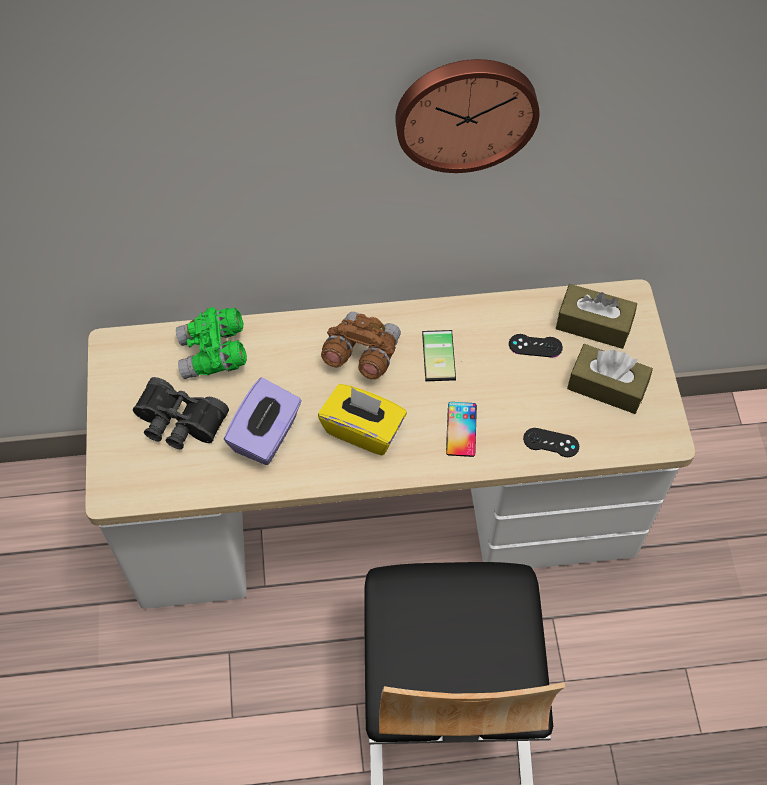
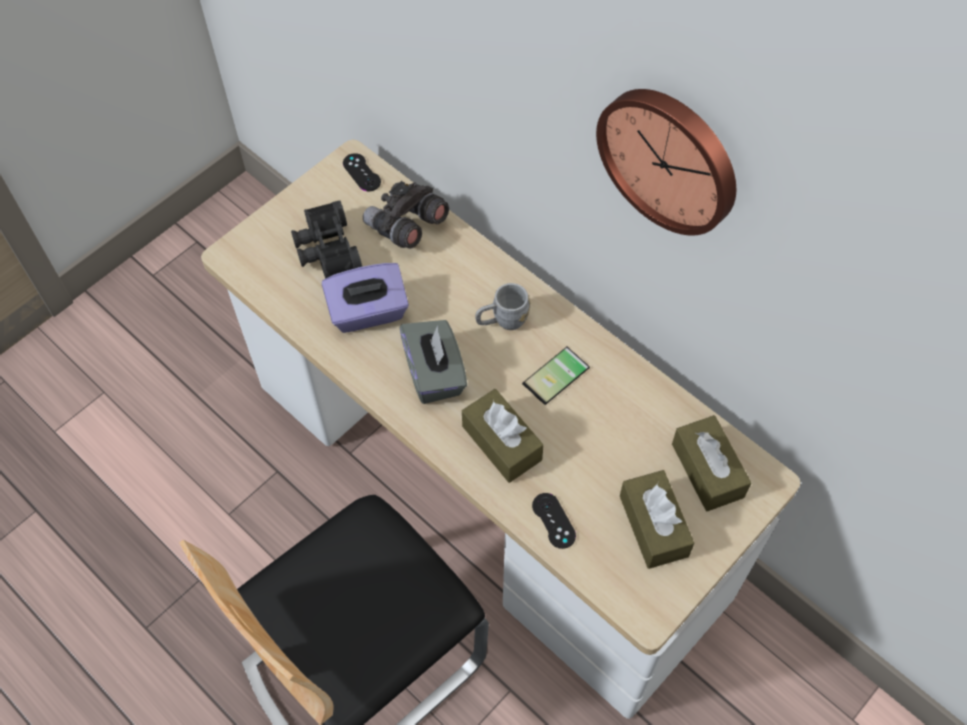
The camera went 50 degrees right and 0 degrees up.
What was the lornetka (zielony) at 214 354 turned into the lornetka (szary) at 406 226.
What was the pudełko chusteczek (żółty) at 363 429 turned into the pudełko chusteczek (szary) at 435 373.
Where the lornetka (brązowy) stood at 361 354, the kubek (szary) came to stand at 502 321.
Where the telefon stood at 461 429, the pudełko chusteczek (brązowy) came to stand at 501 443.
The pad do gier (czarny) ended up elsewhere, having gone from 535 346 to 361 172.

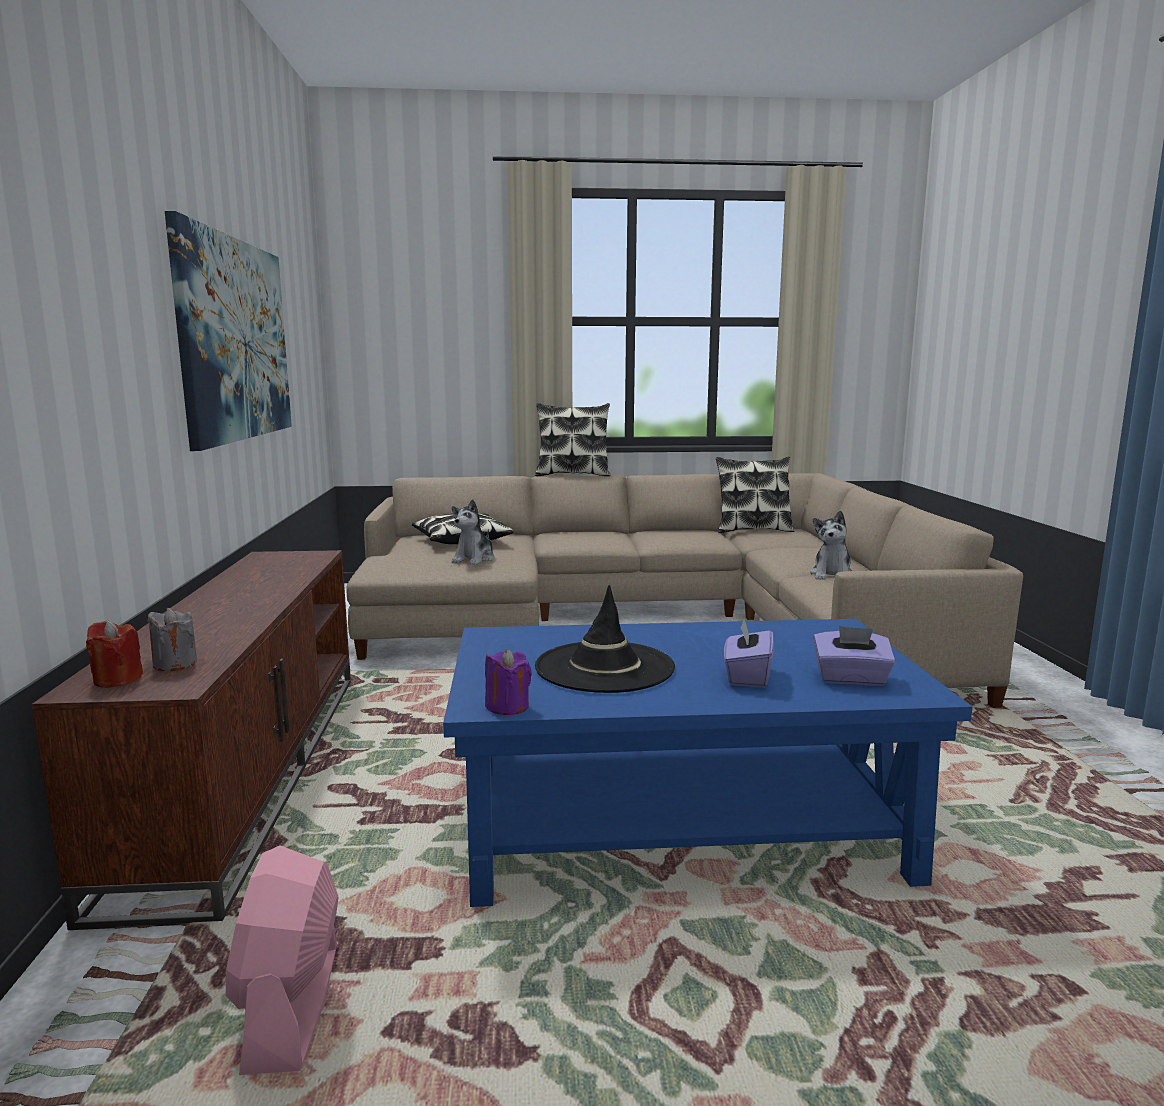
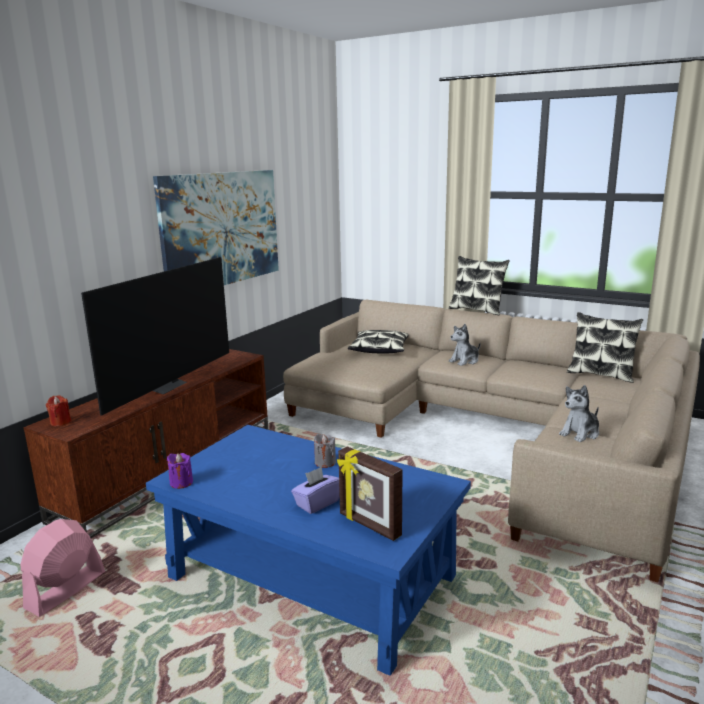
The camera went 35 degrees right and 5 degrees up.
The świeca (szary) ended up elsewhere, having gone from 175 664 to 325 462.
The pluszak ended up elsewhere, having gone from 474 559 to 465 361.
The second view lost the kapelusz (czarny) at 604 667.
Where the pudełko chusteczek (fioletowy) stood at 851 679, the ramka na zdjęcie came to stand at 369 525.
The second view gained the telewizor at 166 386.

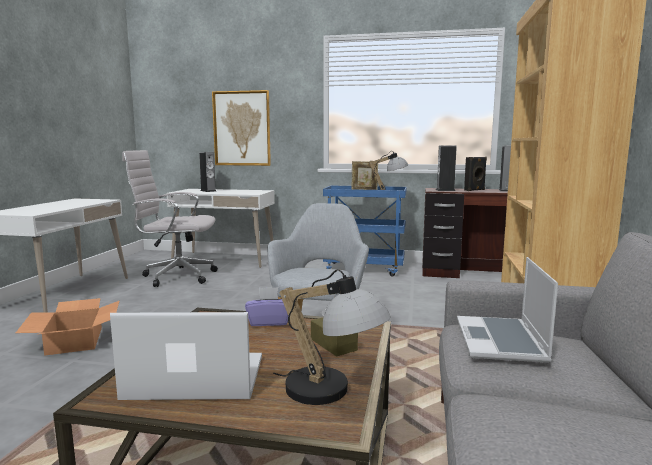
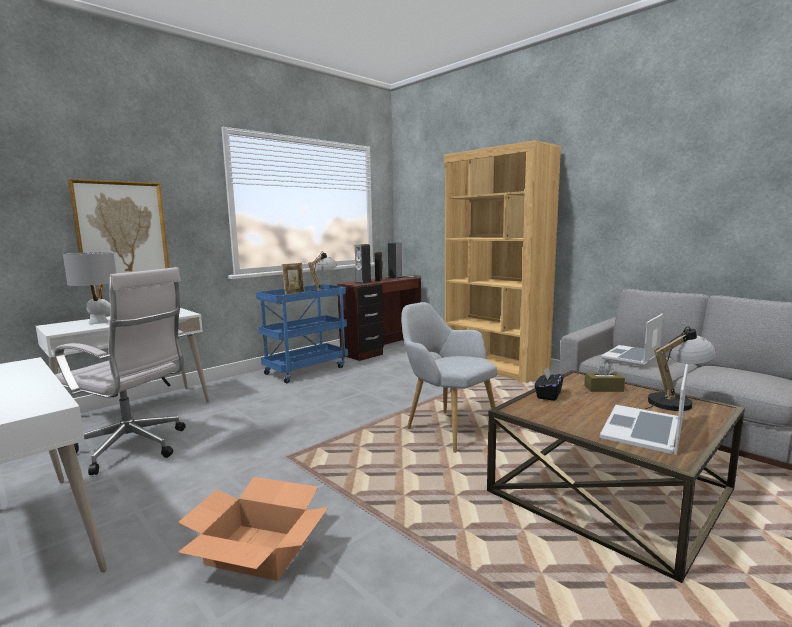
The camera went 55 degrees left and 0 degrees up.
The krzesło biurowe (biały) at 176 276 ended up facing another way, 105 degrees counterclockwise from before.
Where the głośnik stood at 208 191, the lampa stołowa (szary) came to stand at 98 322.
What was the pudełko chusteczek (fioletowy) at 269 322 turned into the pudełko chusteczek (czarny) at 548 395.
The laptop at 501 341 ended up facing another way, 90 degrees clockwise from before.

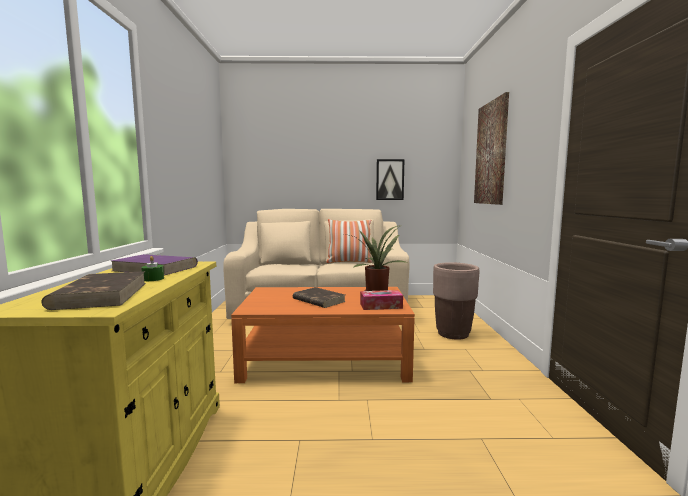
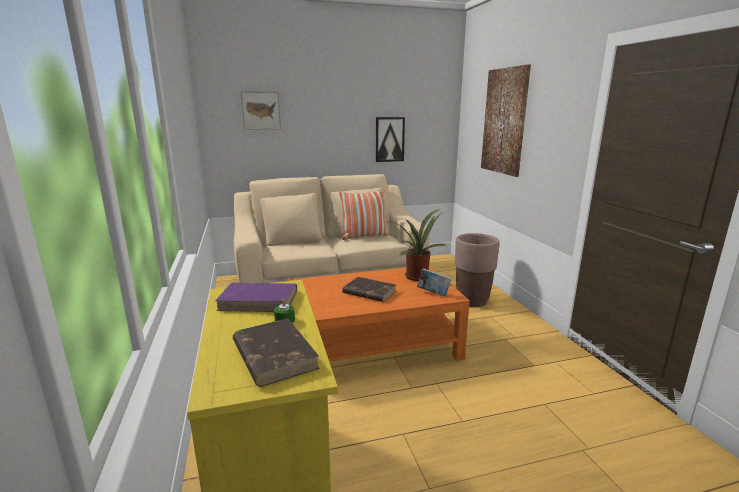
The camera went 15 degrees left and 10 degrees up.
Where the pudełko chusteczek stood at 381 306, the książka came to stand at 433 293.
The second view gained the obraz at 261 110.

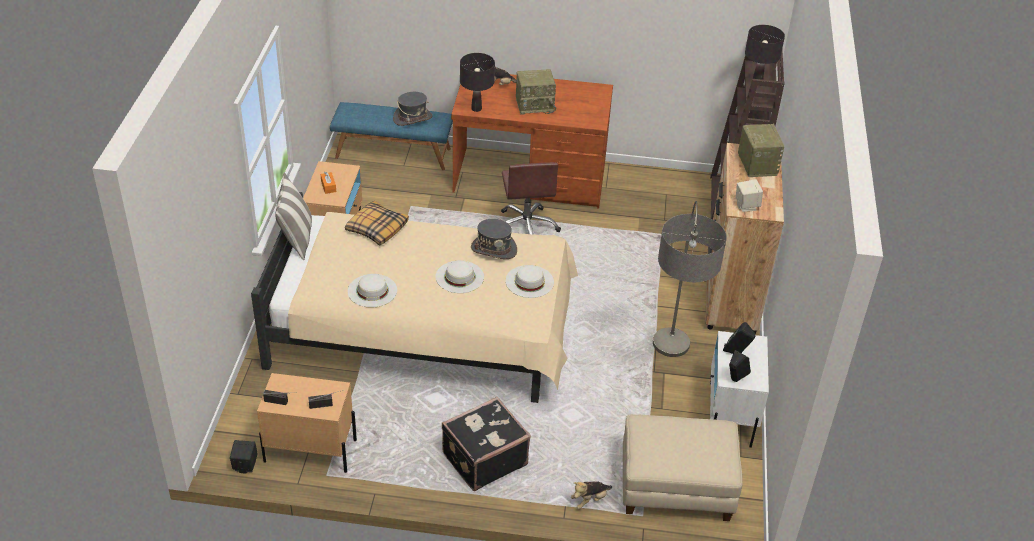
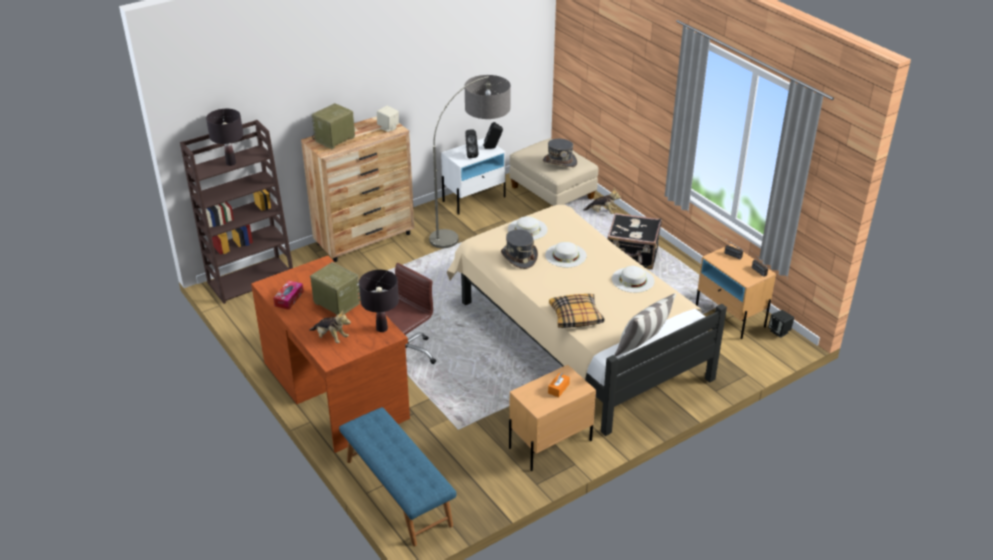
The camera went 130 degrees left and 5 degrees down.
The kapelusz (szary) ended up elsewhere, having gone from 412 118 to 560 161.
The second view gained the pudełko chusteczek at 289 299.

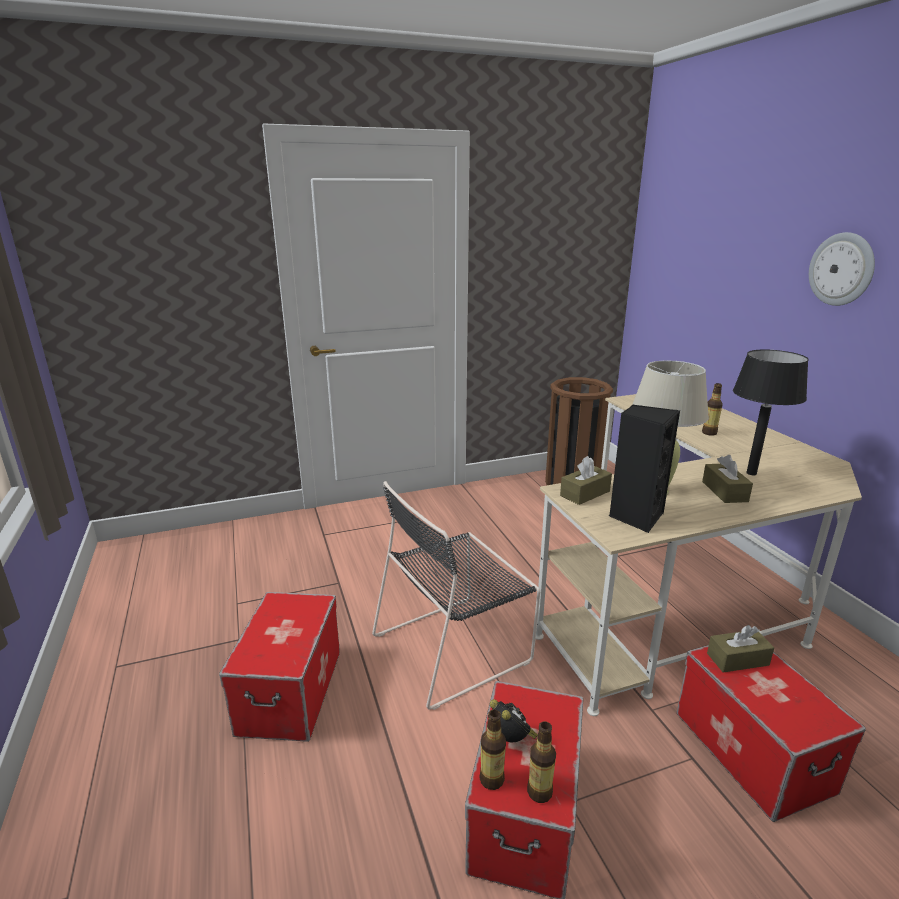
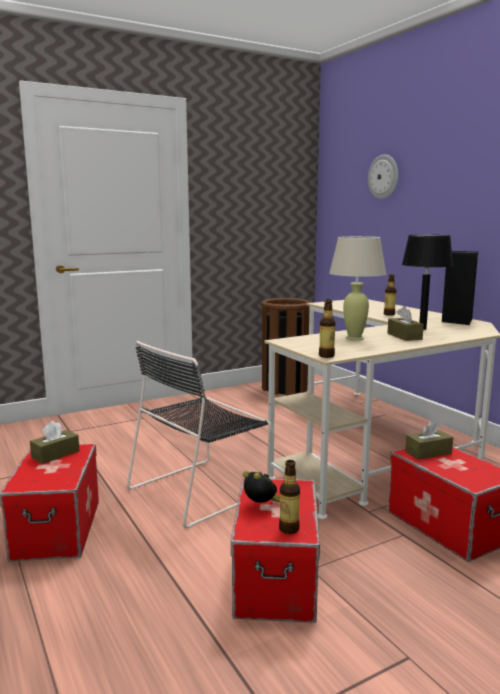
The camera went 10 degrees left and 10 degrees down.
The butelka ended up elsewhere, having gone from 492 779 to 326 356.
The pudełko chusteczek (brązowy) ended up elsewhere, having gone from 585 493 to 55 454.
The głośnik (czarny) ended up elsewhere, having gone from 635 516 to 457 321.
The zegar ścienny ended up elsewhere, having gone from 842 269 to 383 177.

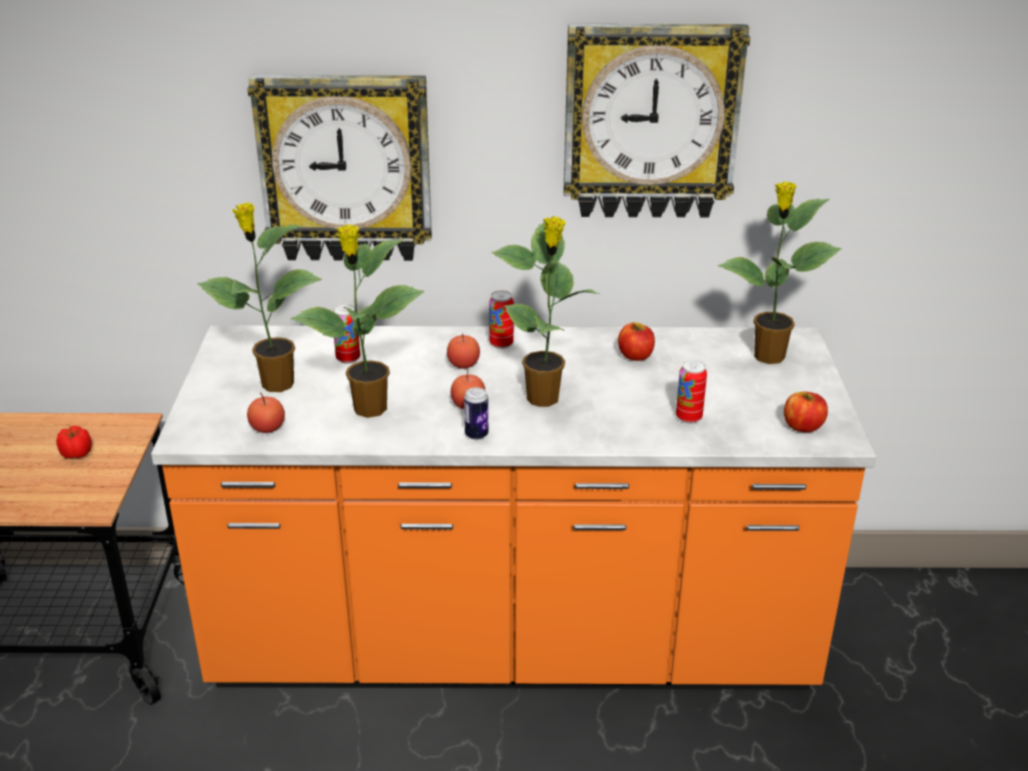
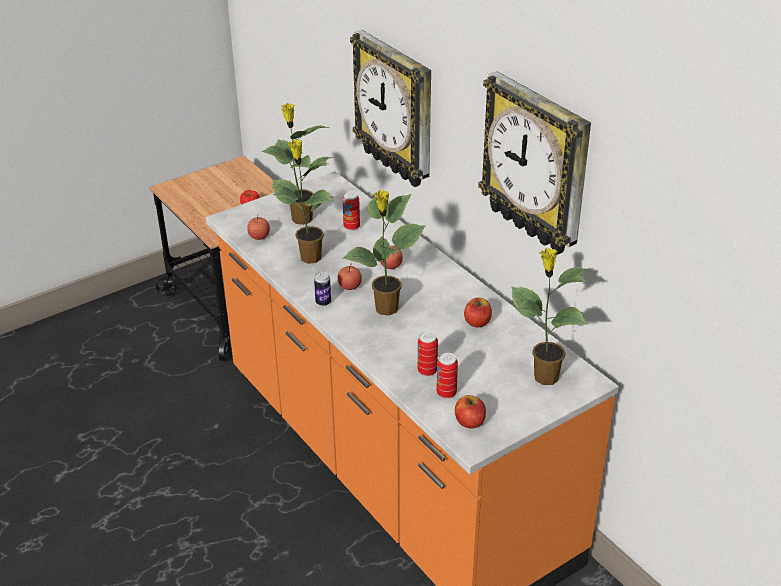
The camera went 55 degrees right and 5 degrees up.
The puszka ended up elsewhere, having gone from 501 344 to 446 393.

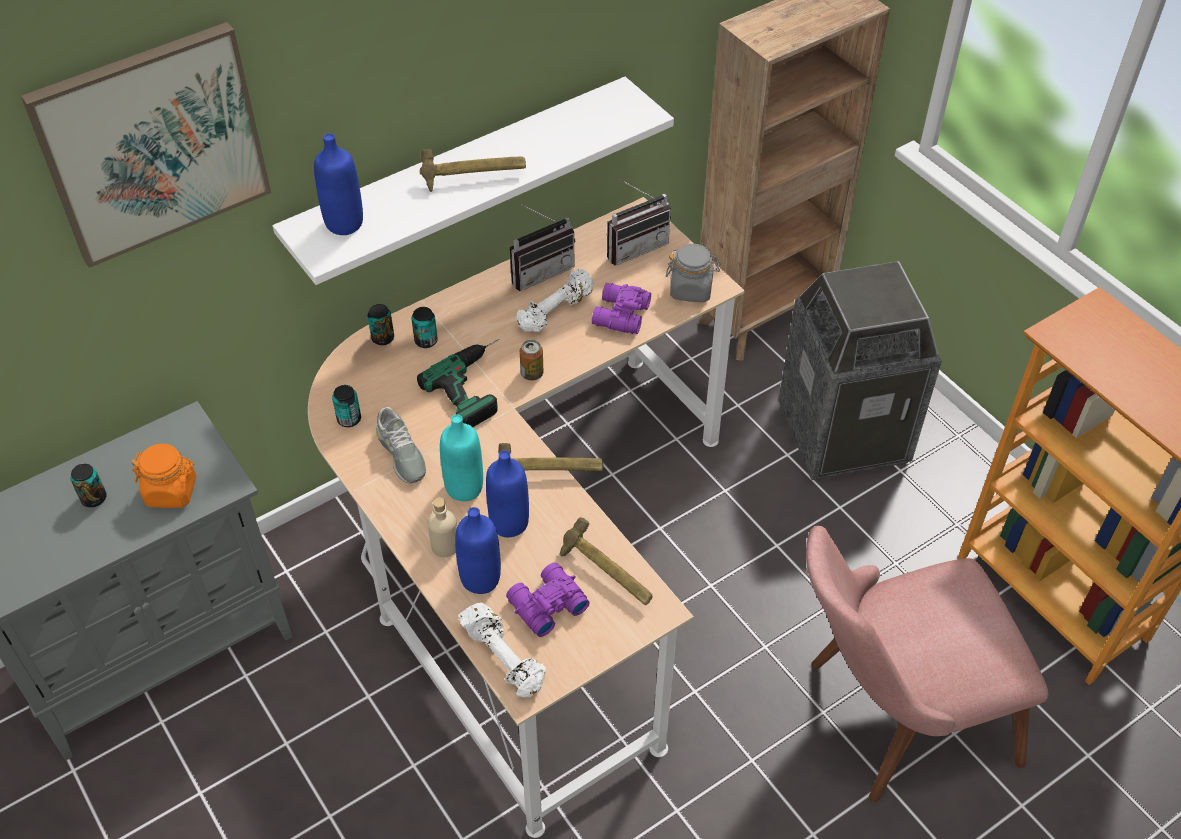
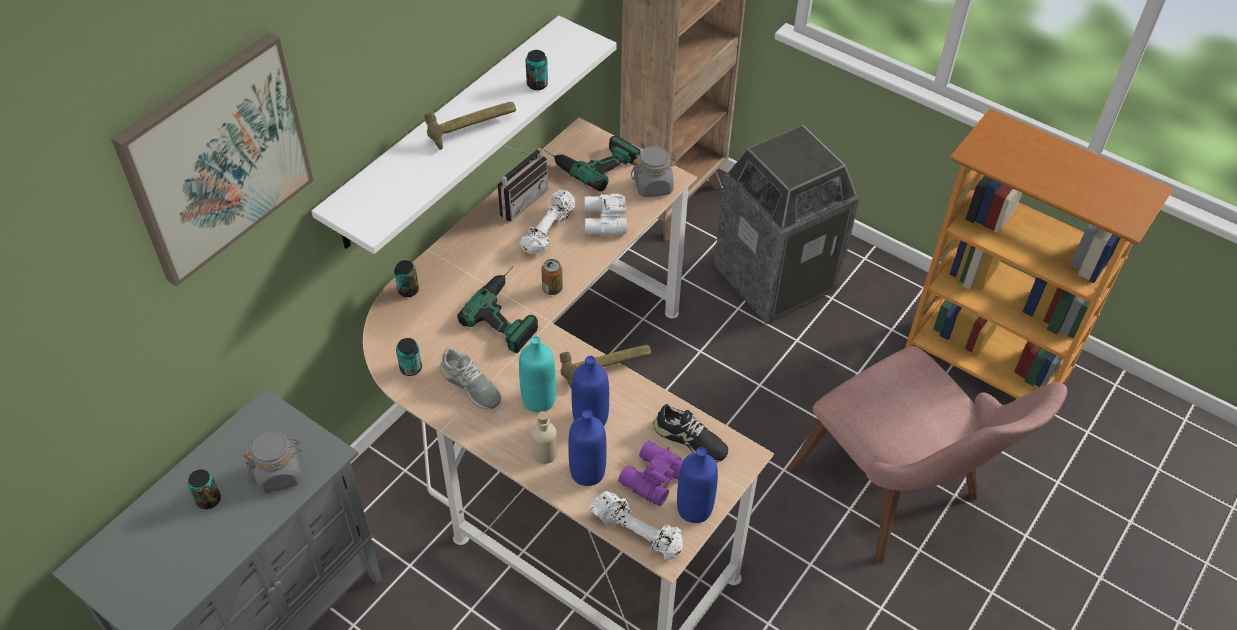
The camera went 20 degrees left and 0 degrees up.
What was the słoik (pomarańczowy) at 171 491 turned into the słoik (szary) at 279 474.
The butelka (niebieski) ended up elsewhere, having gone from 344 223 to 694 509.
The puszka ended up elsewhere, having gone from 426 341 to 537 84.
Where the młotek stood at 606 575, the but (czarny) came to stand at 690 440.
What was the lornetka (fioletowy) at 619 315 turned into the lornetka (biały) at 604 222.
Where the radio stood at 634 246, the wiertarka came to stand at 590 161.
The krzesło (różowy) at 888 718 ended up facing another way, 90 degrees counterclockwise from before.

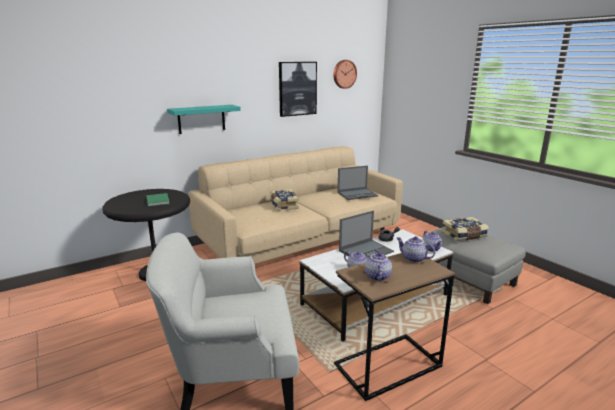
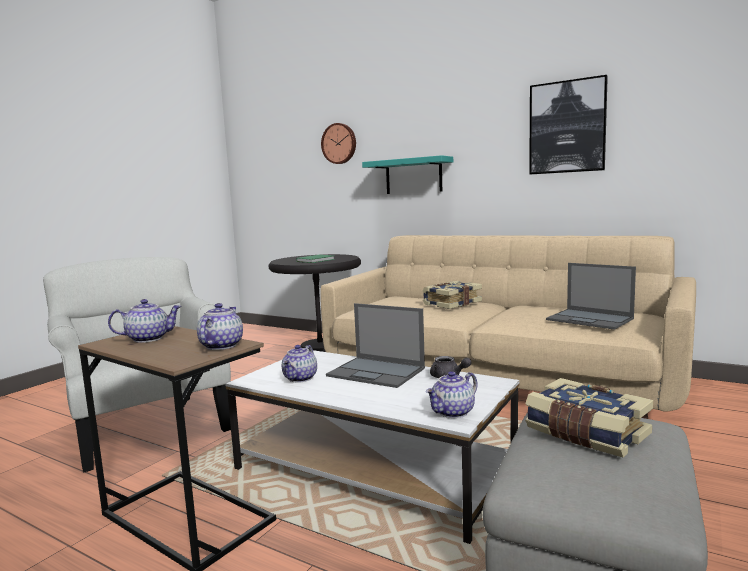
The camera went 65 degrees right and 10 degrees down.
The zegar ścienny ended up elsewhere, having gone from 344 74 to 339 143.

